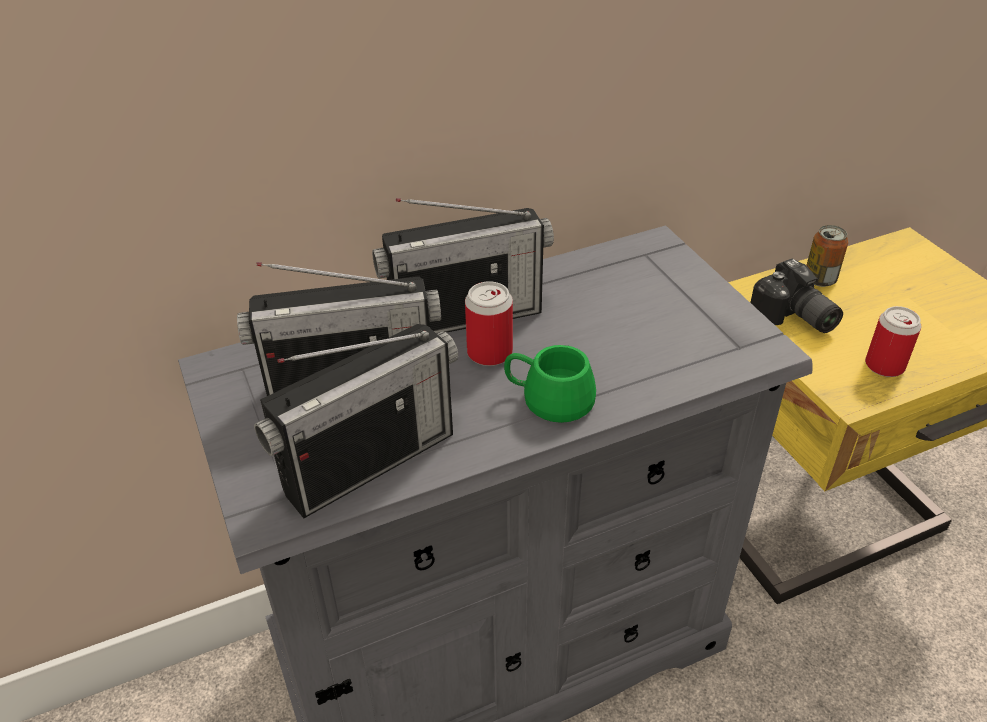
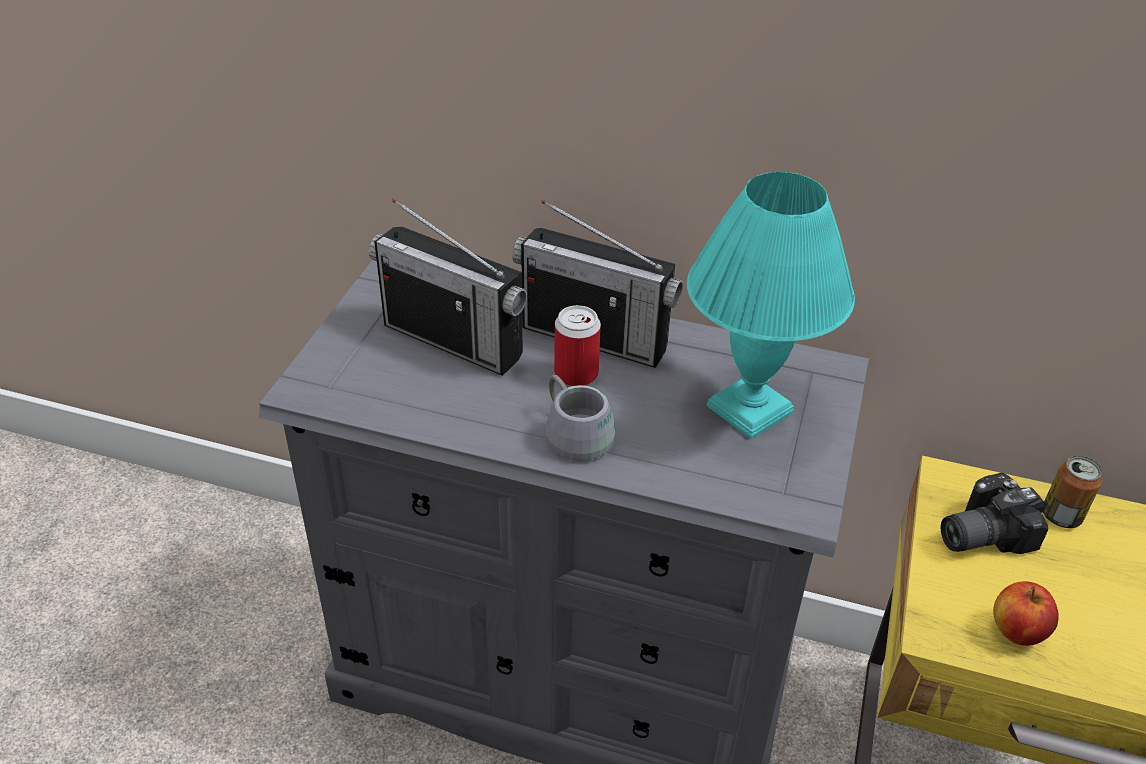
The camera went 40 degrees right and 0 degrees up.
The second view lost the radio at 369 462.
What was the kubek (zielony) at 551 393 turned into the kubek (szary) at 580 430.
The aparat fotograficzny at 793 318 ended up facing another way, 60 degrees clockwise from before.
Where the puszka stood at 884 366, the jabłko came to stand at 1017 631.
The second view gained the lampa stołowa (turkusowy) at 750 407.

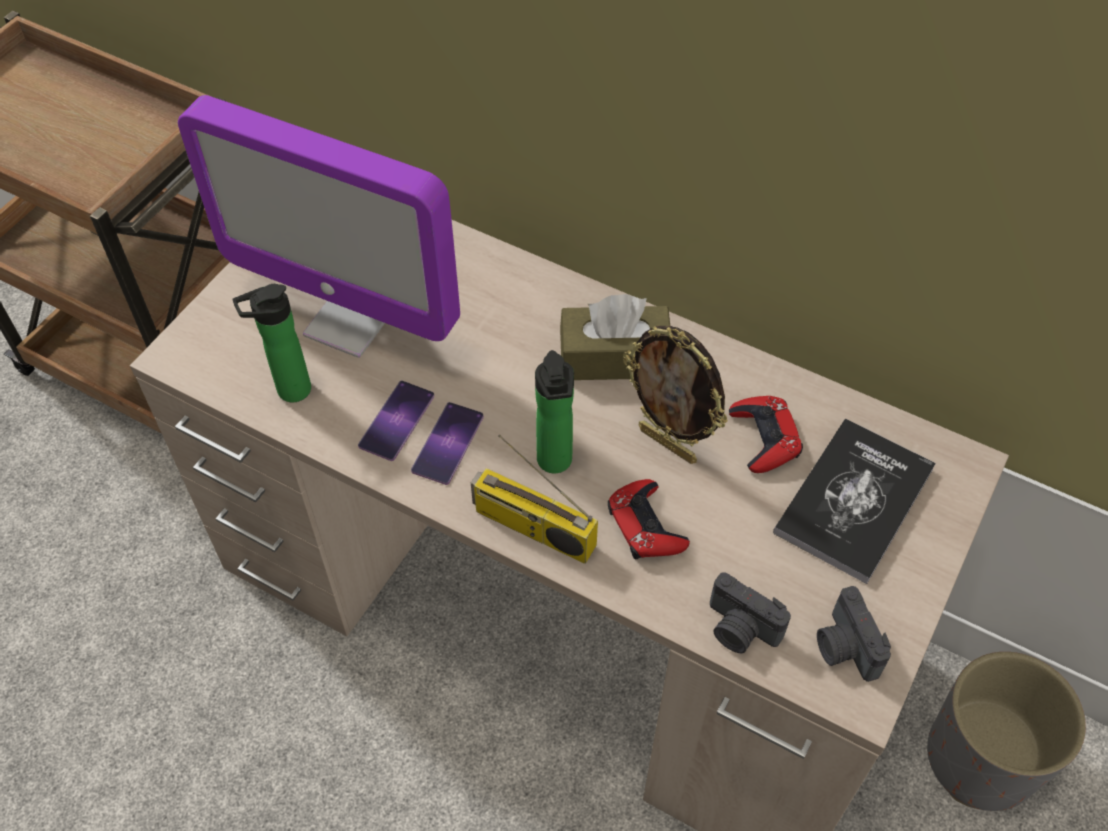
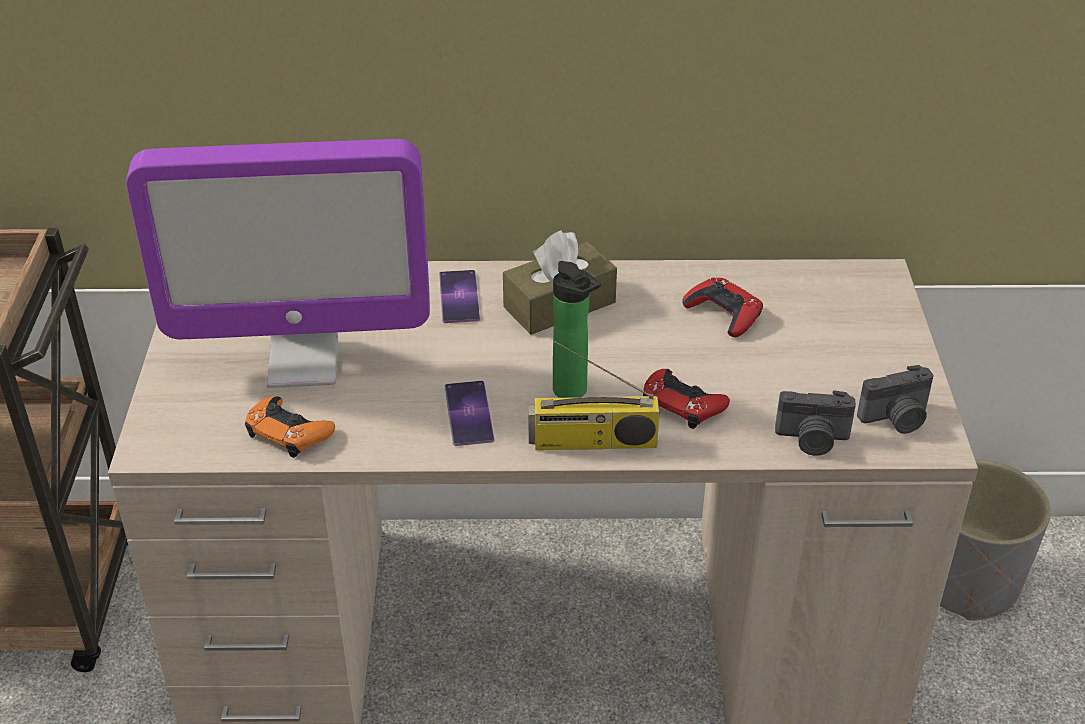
The camera went 30 degrees left and 15 degrees down.
Where the butelka stood at 288 391, the pad do gier (pomarańczowy) came to stand at 288 432.
The telefon ended up elsewhere, having gone from 397 420 to 459 297.
The second view lost the ramka na zdjęcie at 669 444.
The second view lost the książka at 854 500.
The aparat fotograficzny at 844 647 ended up facing another way, 60 degrees counterclockwise from before.

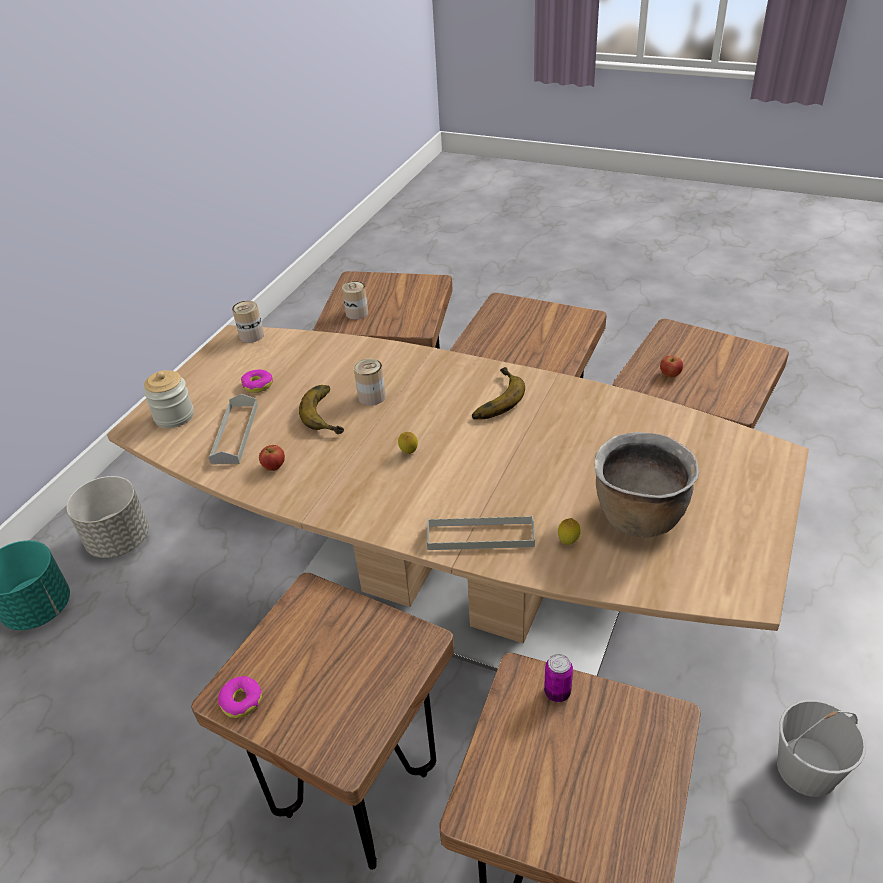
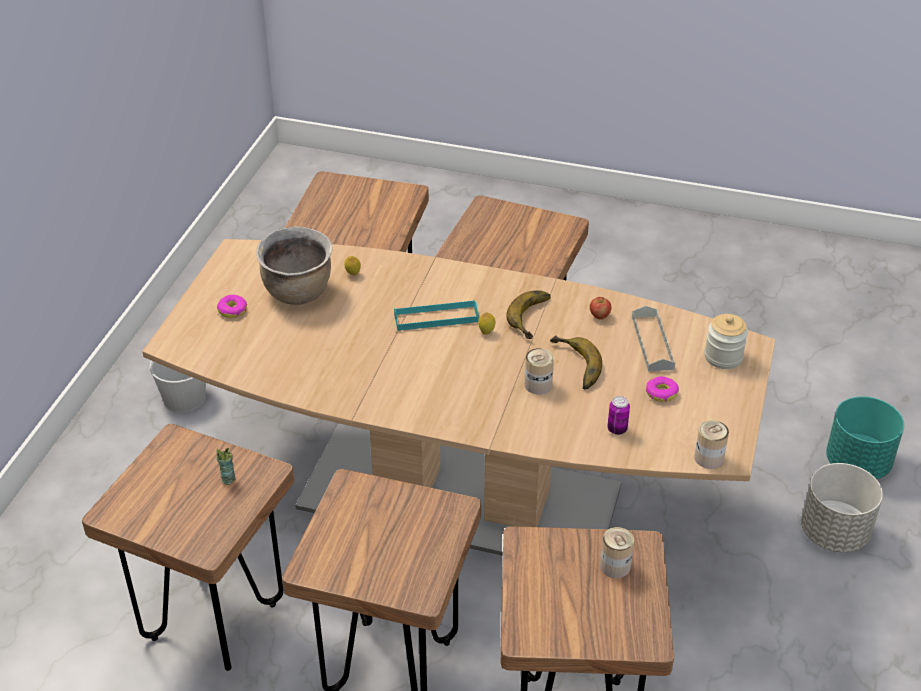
The camera went 170 degrees right and 0 degrees up.
The donut ended up elsewhere, having gone from 241 701 to 232 310.
The second view lost the taca (szary) at 480 536.
The banan ended up elsewhere, having gone from 492 399 to 535 317.
The puszka ended up elsewhere, having gone from 557 692 to 617 429.
Where the jabłko stood at 670 374, the filiżanka came to stand at 228 479.
The second view gained the taca (turkusowy) at 436 318.

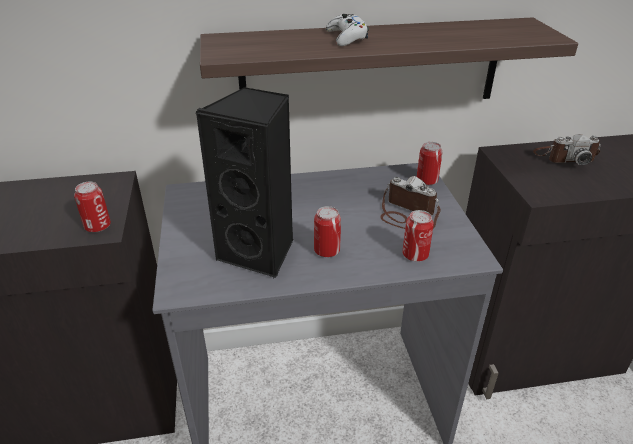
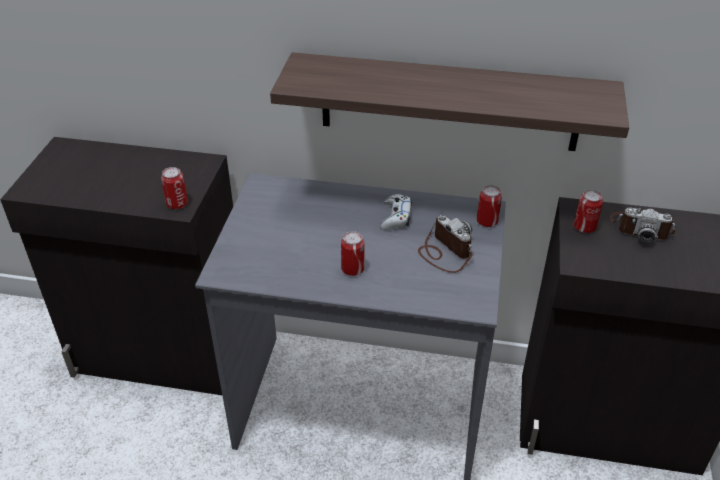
The camera went 20 degrees right and 5 degrees up.
The second view lost the głośnik (czarny) at 260 252.
The pad do gier (biały) ended up elsewhere, having gone from 347 37 to 396 217.
The puszka ended up elsewhere, having gone from 415 255 to 584 227.

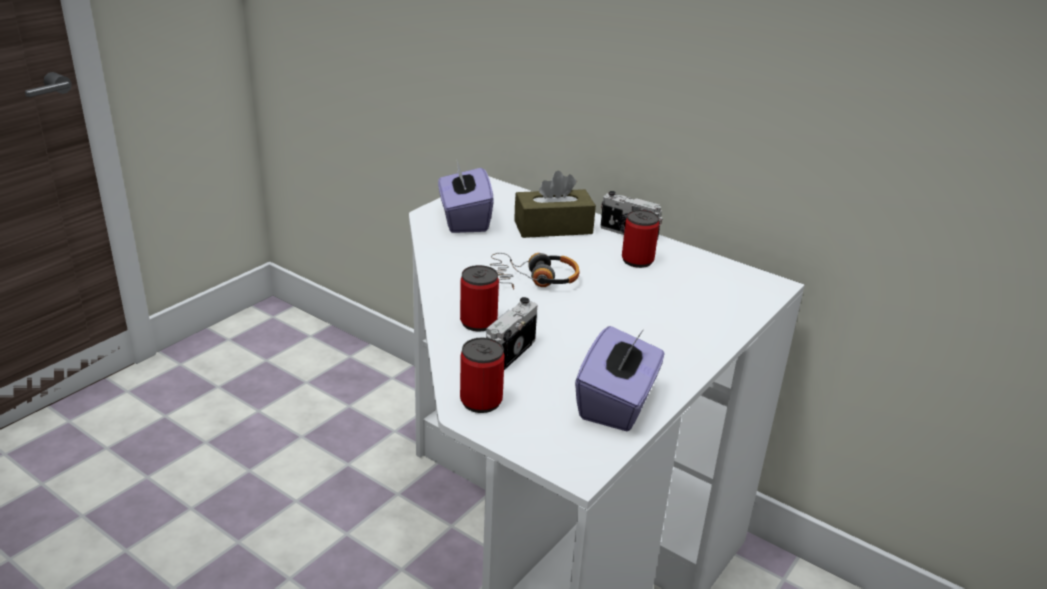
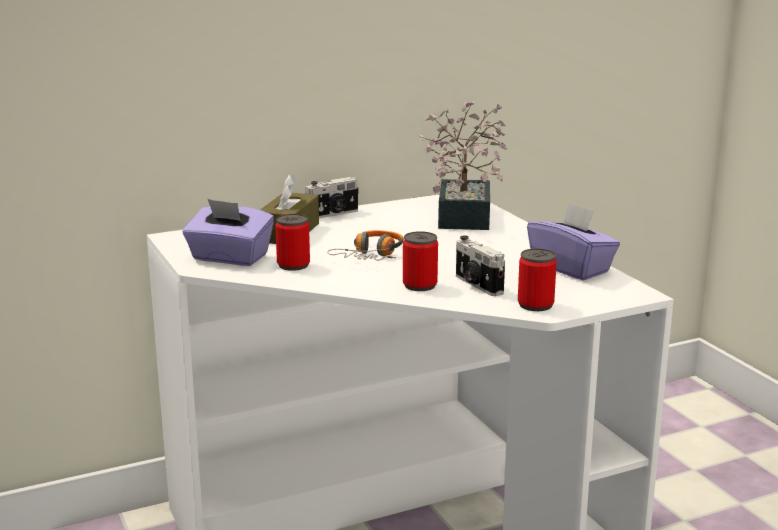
The camera went 60 degrees left and 10 degrees down.
The puszka ended up elsewhere, having gone from 637 260 to 293 265.
The second view gained the roślina doniczkowa at 465 214.

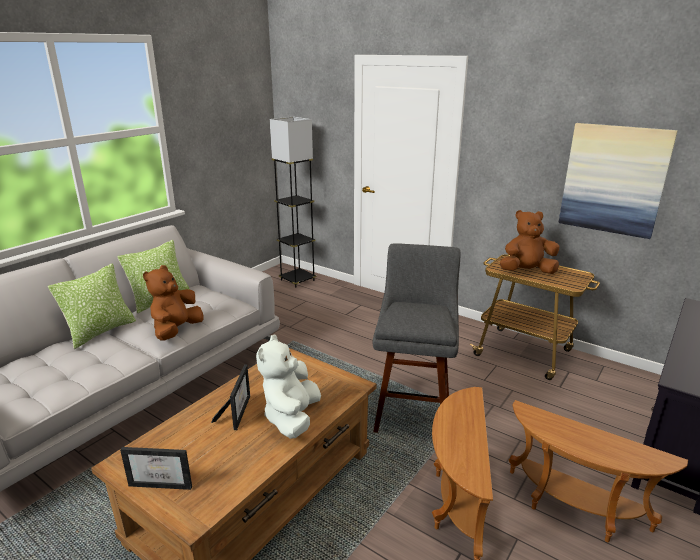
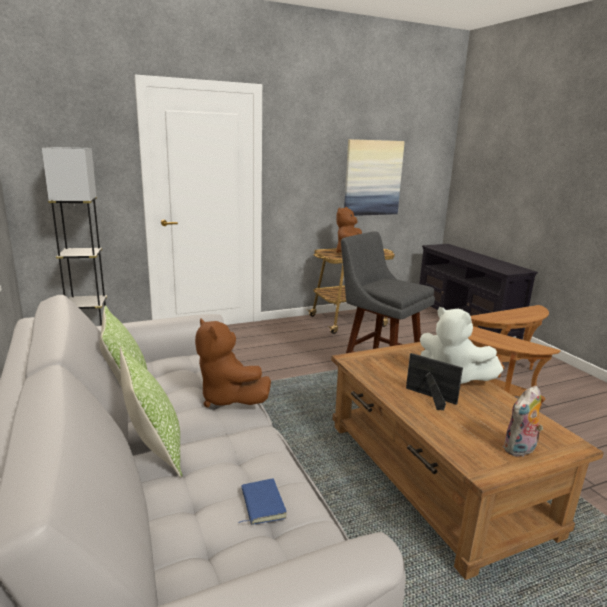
The camera went 60 degrees left and 5 degrees down.
Where the ramka na zdjęcie stood at 164 481, the pluszak came to stand at 520 450.
The second view gained the książka (niebieski) at 261 504.

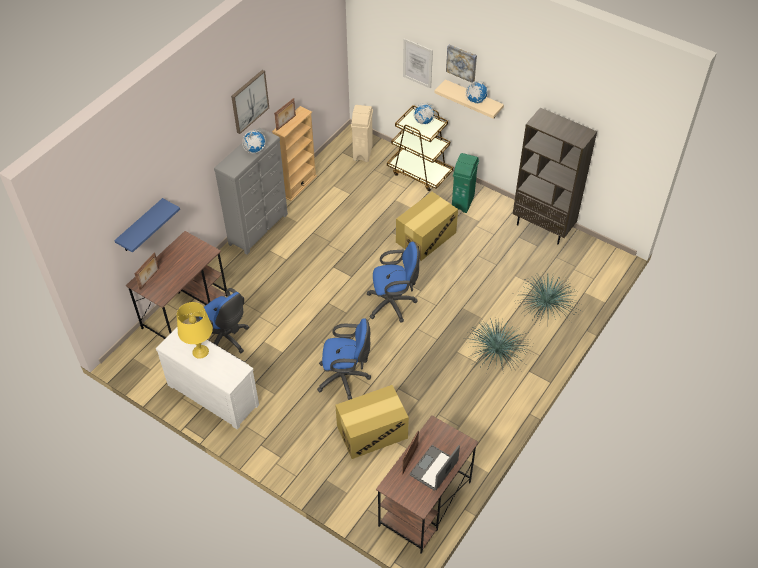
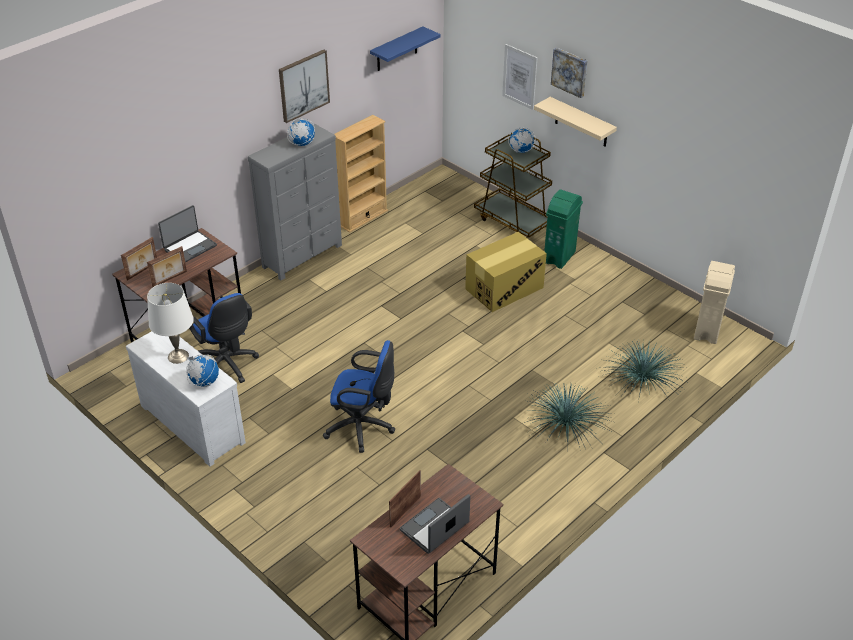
The camera went 10 degrees right and 10 degrees down.
The półka (niebieski) ended up elsewhere, having gone from 141 226 to 397 49.
What was the lampa stołowa (żółty) at 200 351 turned into the lampa stołowa (biały) at 177 356.
The ramka na zdjęcie ended up elsewhere, having gone from 286 123 to 170 279.
The second view lost the karton at 372 432.
The kosz na śmieci (beżowy) ended up elsewhere, having gone from 363 152 to 707 330.
The second view lost the krzesło biurowe (niebieski) at 393 304.
The globus ended up elsewhere, having gone from 475 100 to 204 382.
The second view lost the regał (brązowy) at 543 227.
The second view gained the laptop at 189 247.

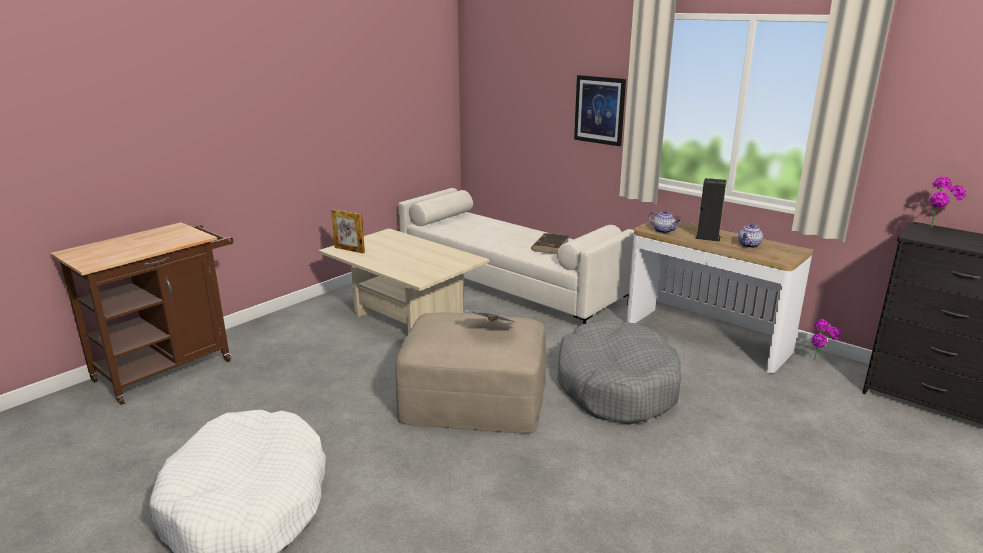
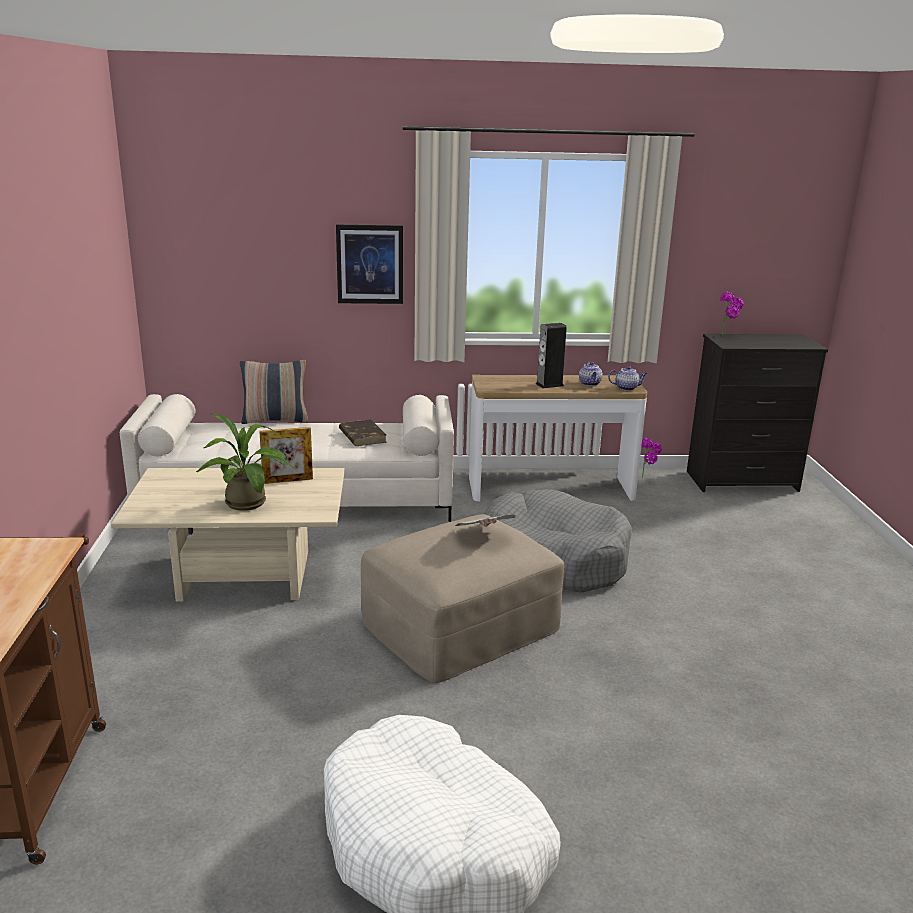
The camera went 45 degrees left and 0 degrees up.
The ramka na zdjęcie ended up elsewhere, having gone from 349 250 to 287 480.
The imbryk ended up elsewhere, having gone from 664 231 to 627 388.
The second view gained the roślina doniczkowa at 248 505.
The second view gained the poduszka at 275 420.

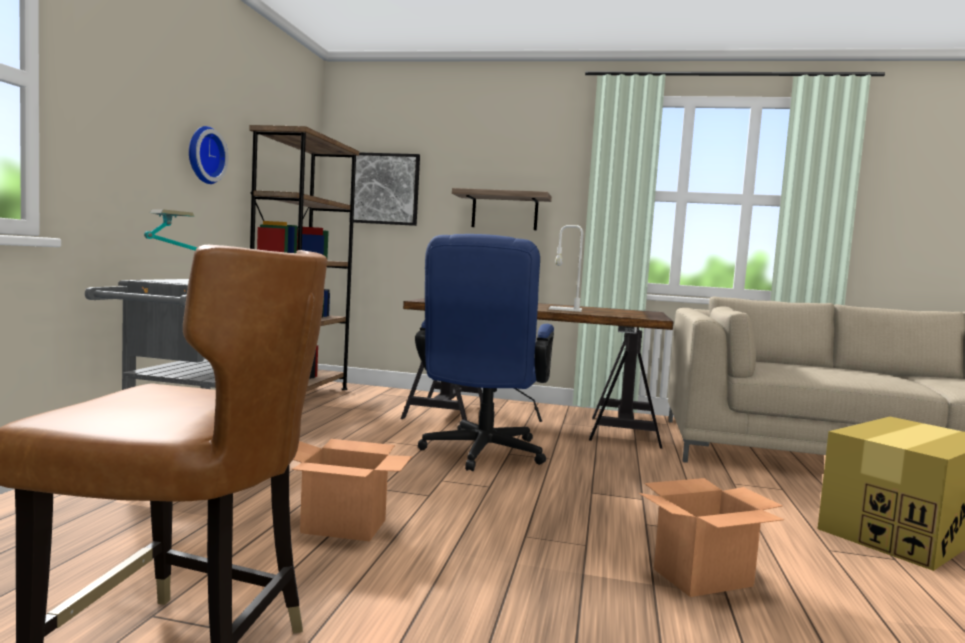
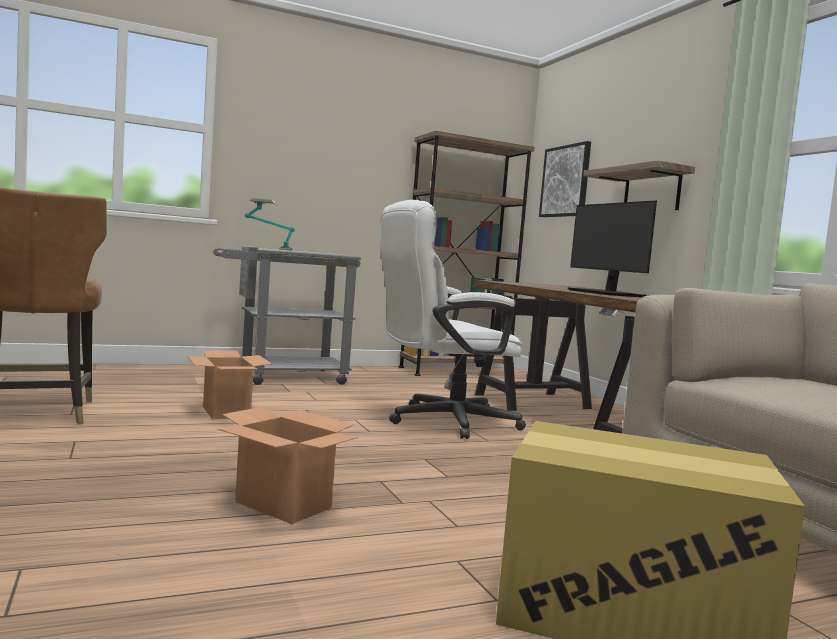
The camera went 55 degrees right and 0 degrees up.
The second view lost the zegar ścienny at 203 155.
What was the krzesło biurowe (niebieski) at 480 455 turned into the krzesło biurowe (biały) at 441 421.
Where the lampa stołowa (biały) stood at 566 309, the monitor came to stand at 606 293.

